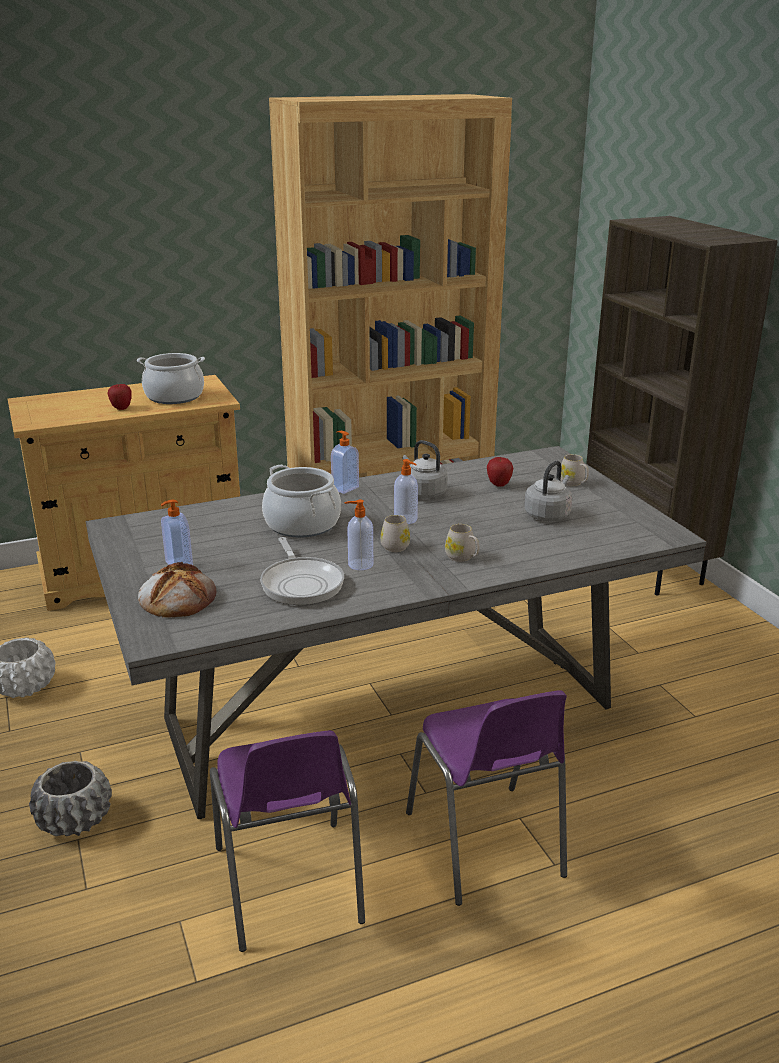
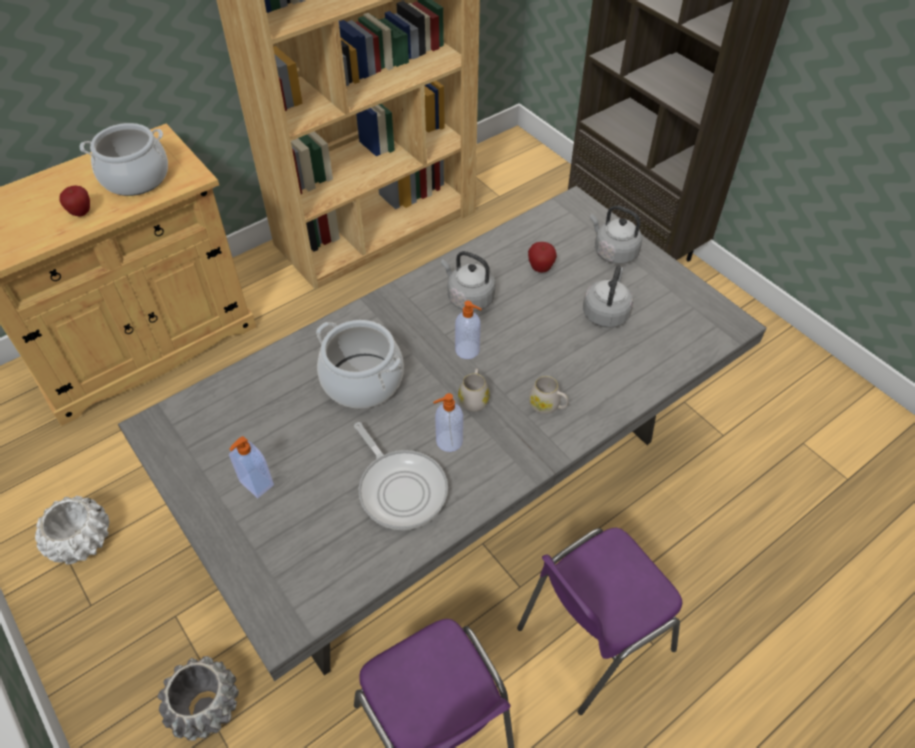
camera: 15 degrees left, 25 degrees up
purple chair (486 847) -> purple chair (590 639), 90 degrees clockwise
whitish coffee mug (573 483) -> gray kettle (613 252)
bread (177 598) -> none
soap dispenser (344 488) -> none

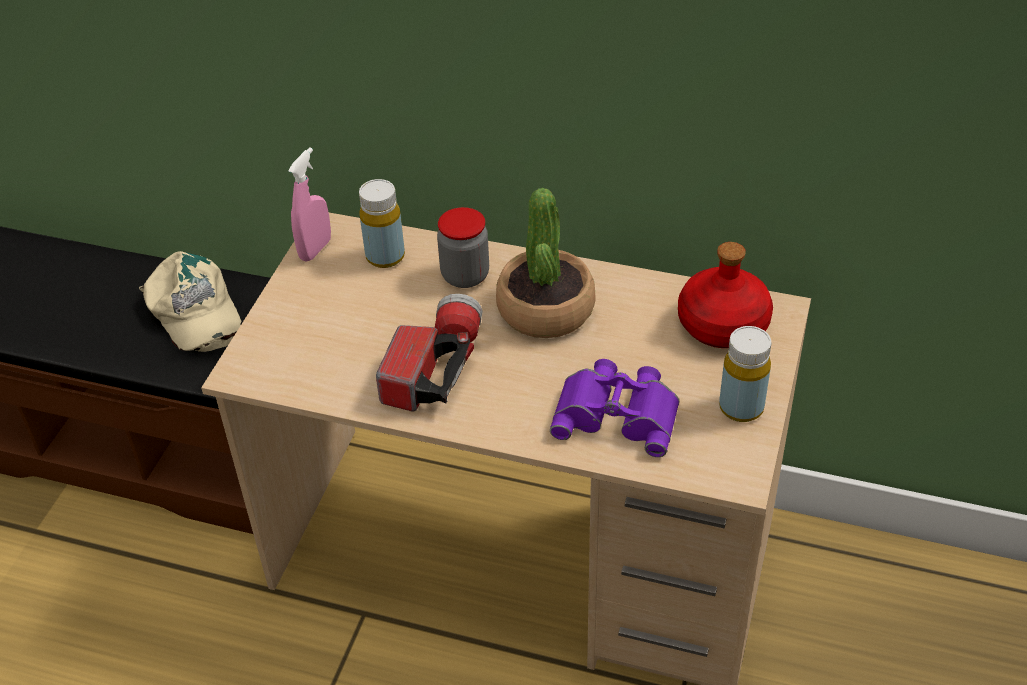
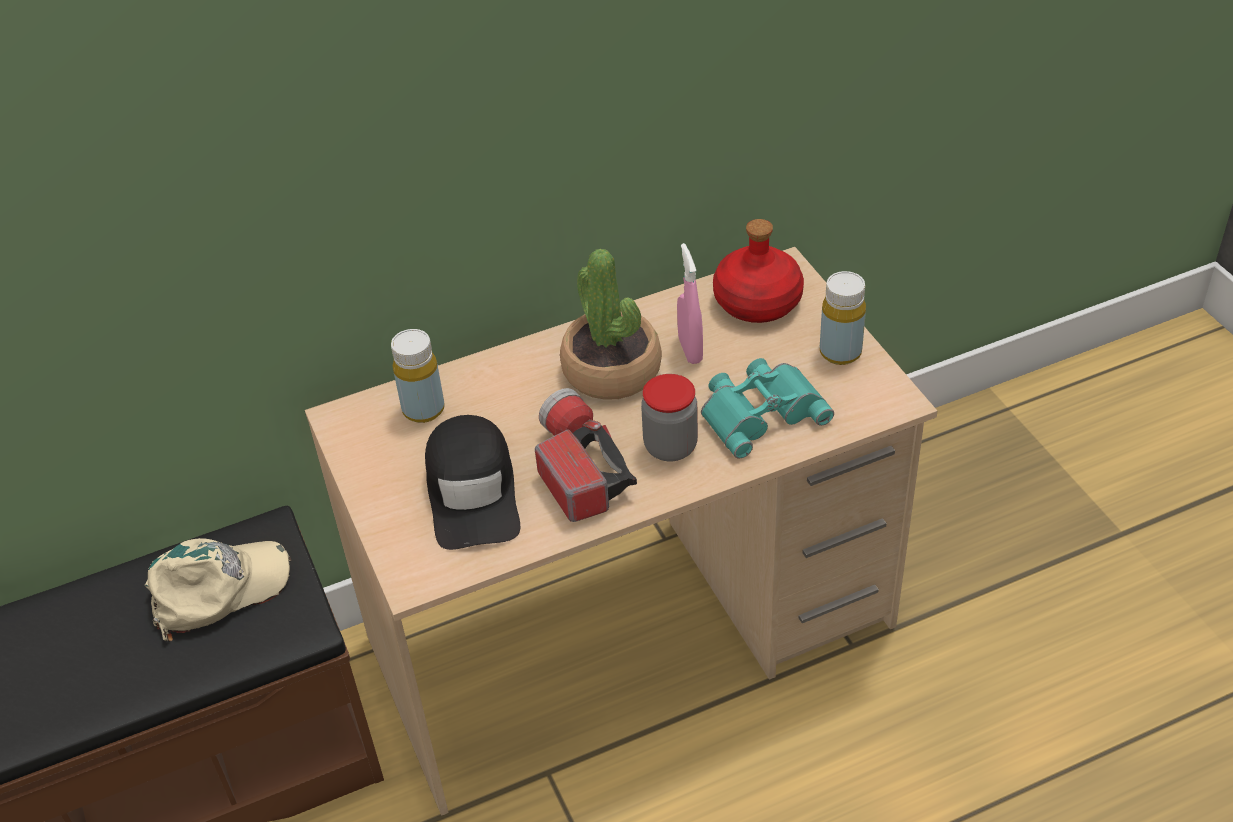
camera: 40 degrees left, 0 degrees up
beige cap (193 311) -> beige cap (218 588), 45 degrees counterclockwise
none -> black cap (473 492)
jar (465 275) -> jar (670 446), relocated
pink-coloured spray bottle (315 249) -> pink-coloured spray bottle (690 350), relocated
purple binoculars (618 413) -> blue-green binoculars (760 411)

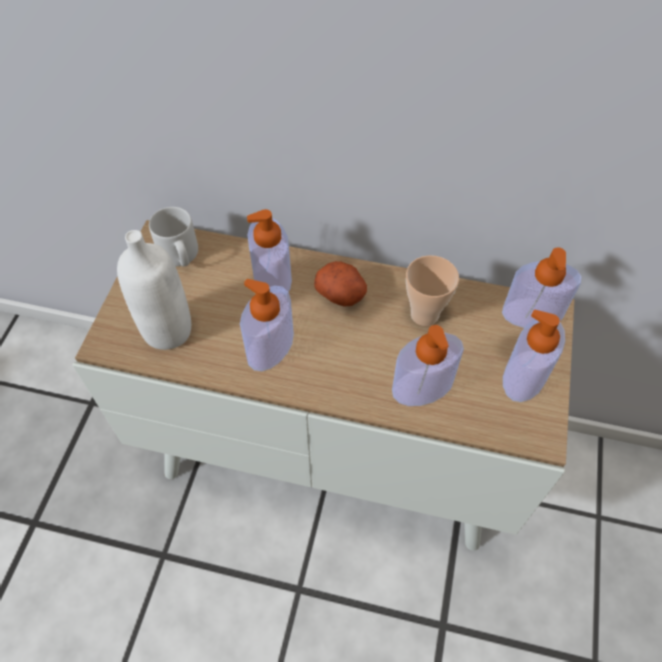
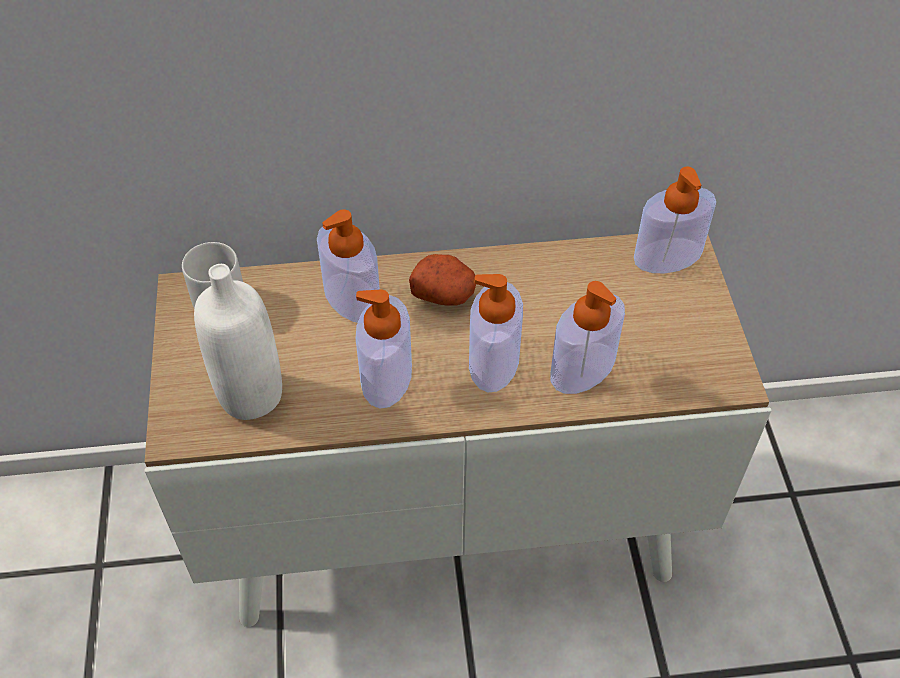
camera: 20 degrees left, 5 degrees down
soap dispenser (524 376) -> soap dispenser (494 361), relocated
cup (424 314) -> none

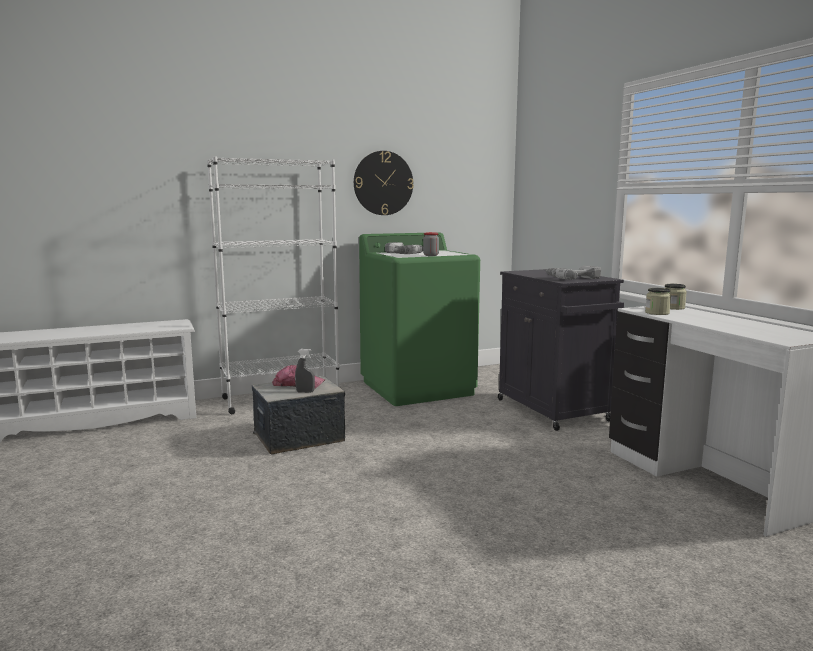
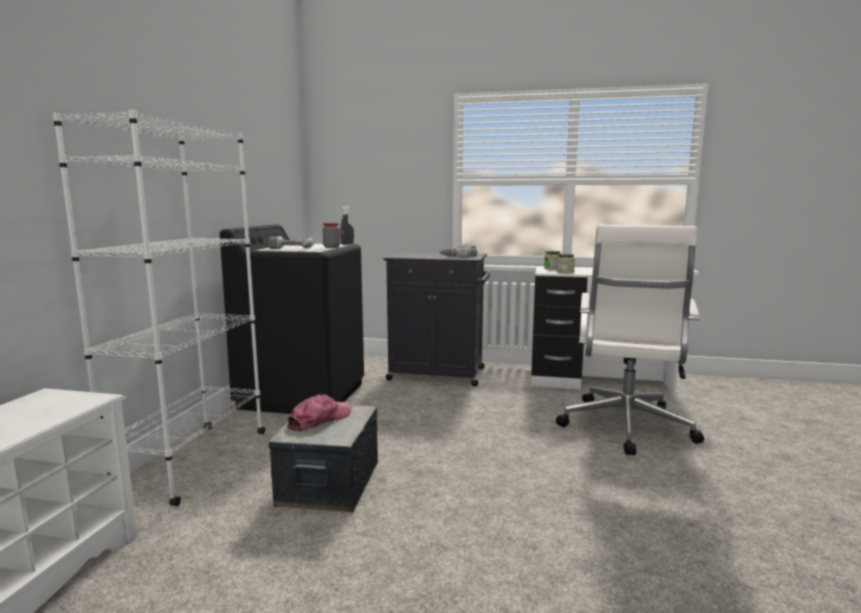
camera: 55 degrees left, 0 degrees up
green-coloured washing machine (418 388) -> black washing machine (302 395)
gray spray bottle (305 392) -> gray spray bottle (347 244), relocated
none -> whitish desk chair (625 427)
hanging clock (383 183) -> none

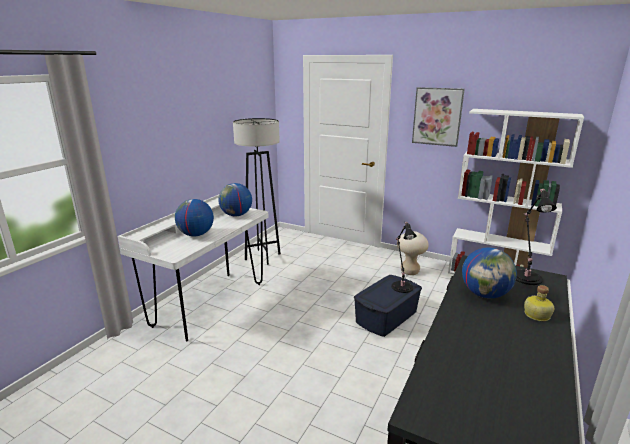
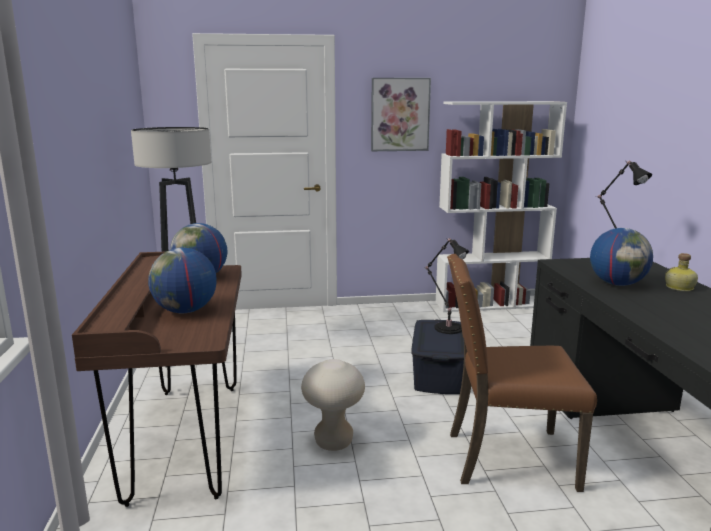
camera: 35 degrees left, 5 degrees down
whitish desk table (209 304) -> brown desk table (186 438)
beige sitting stool (409 271) -> beige sitting stool (333 442), relocated
none -> brown chair (507 458)

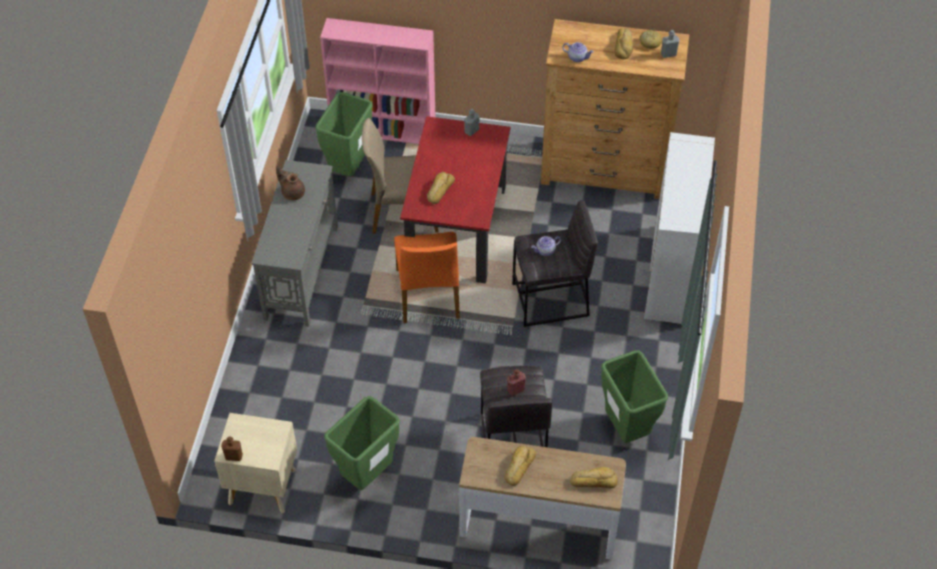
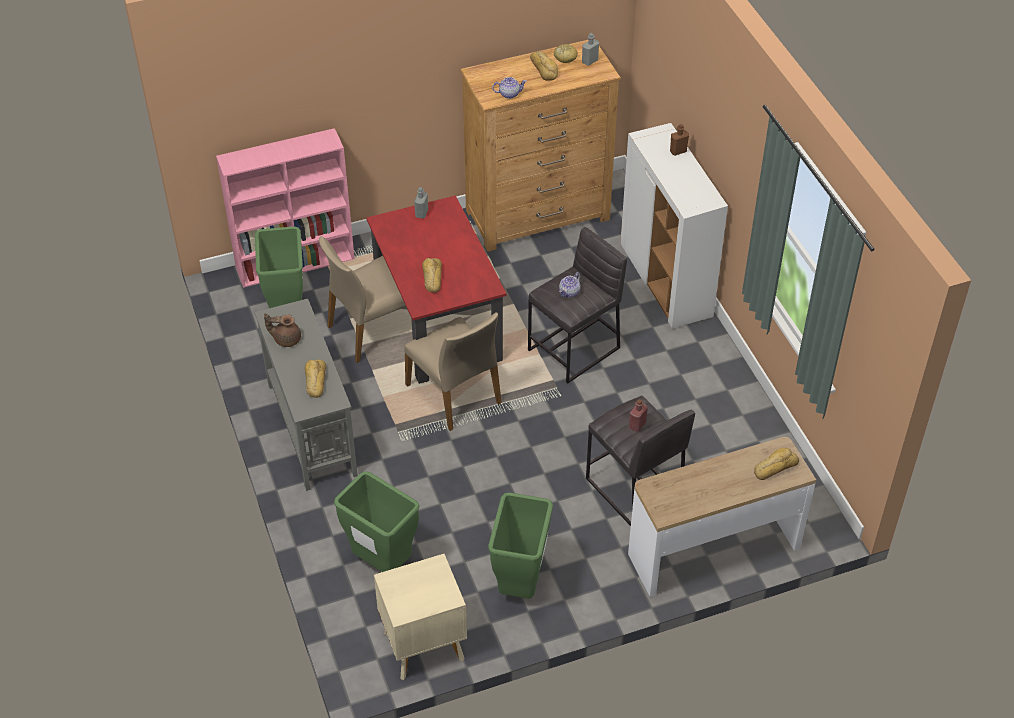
camera: 30 degrees left, 5 degrees down
bread (518 467) -> bread (315 381), relocated
green-coloured rubbish bin (626 428) -> green-coloured rubbish bin (381 563), relocated
orange chair (429 294) -> beige chair (455 394)
brown bottle (233 456) -> brown bottle (678 151), relocated

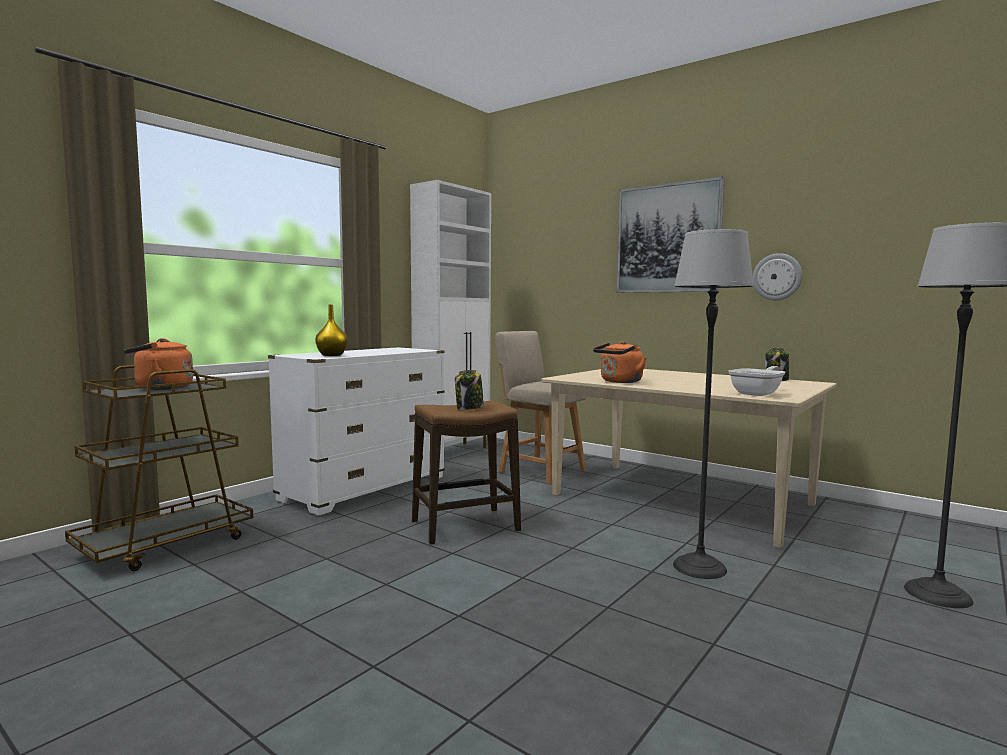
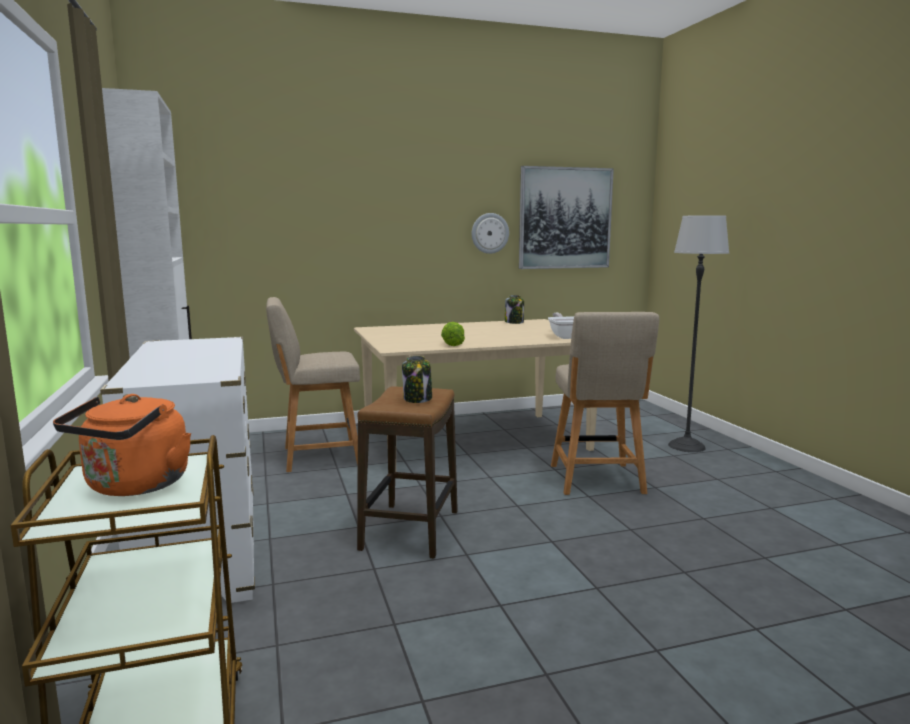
camera: 55 degrees left, 5 degrees up
orange kettle (619 382) -> lettuce head (452 343)
picture (668 238) -> picture (565 218), relocated
standing lamp (699 567) -> beige chair (597 481)
yellow-coloured vase (331 355) -> none

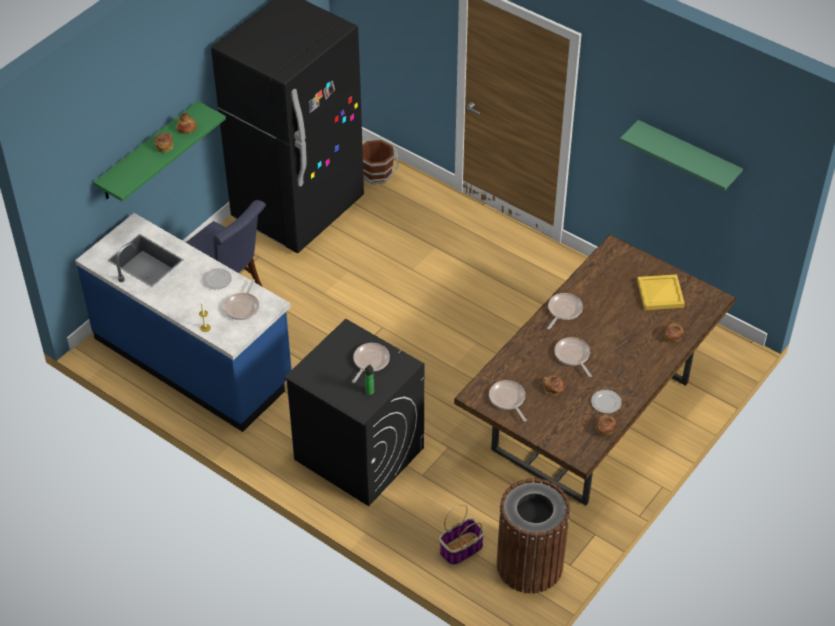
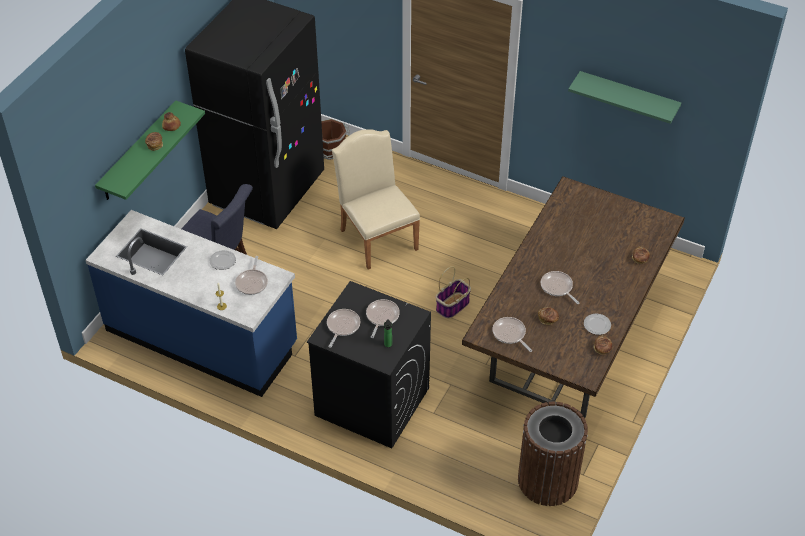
camera: 10 degrees left, 0 degrees up
frying pan (563 311) -> frying pan (342 326), relocated
none -> beige chair (376 236)
household basket (461 549) -> household basket (452 306), relocated
yellow-coloured serving tray (659 293) -> none

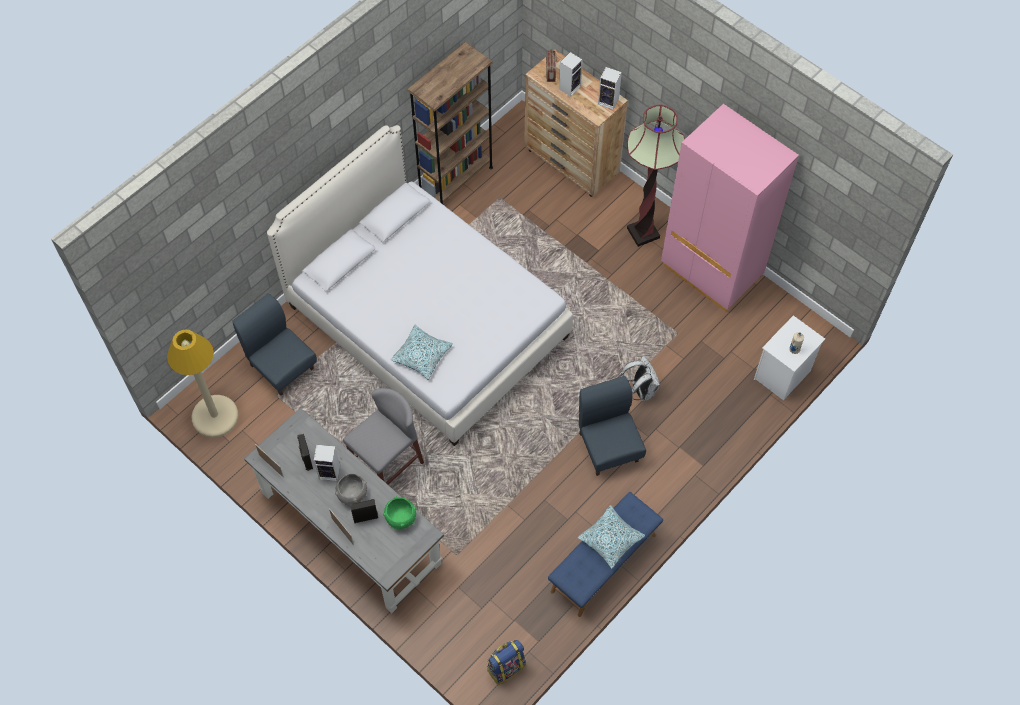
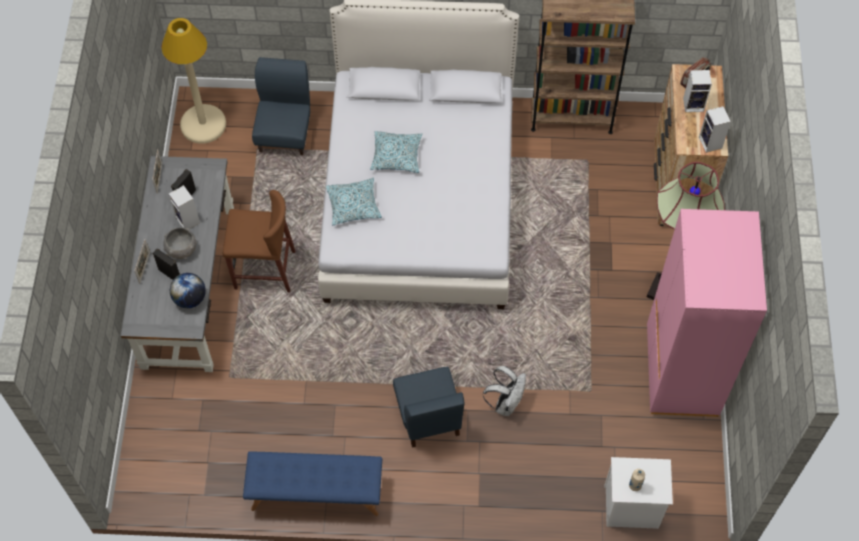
camera: 50 degrees right, 0 degrees up
green-coloured serving bowl (401 518) -> globe (190 298)
gray sitting stool (388 466) -> brown sitting stool (264 270)
pillow (610 539) -> pillow (396 155), relocated
blue chair (608 446) -> blue chair (428 417), 135 degrees clockwise
knapsack (506 667) -> none

